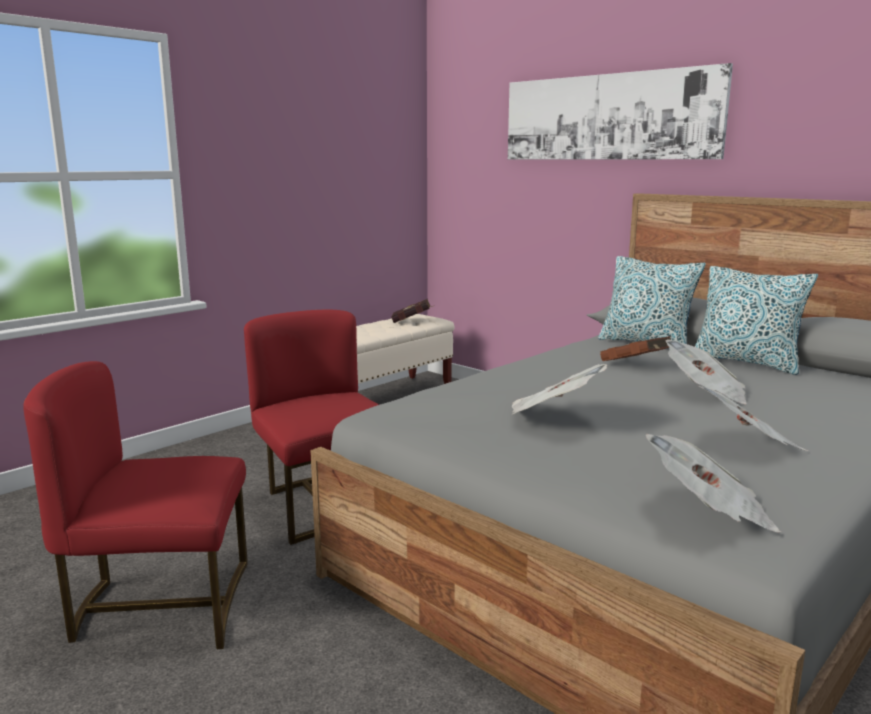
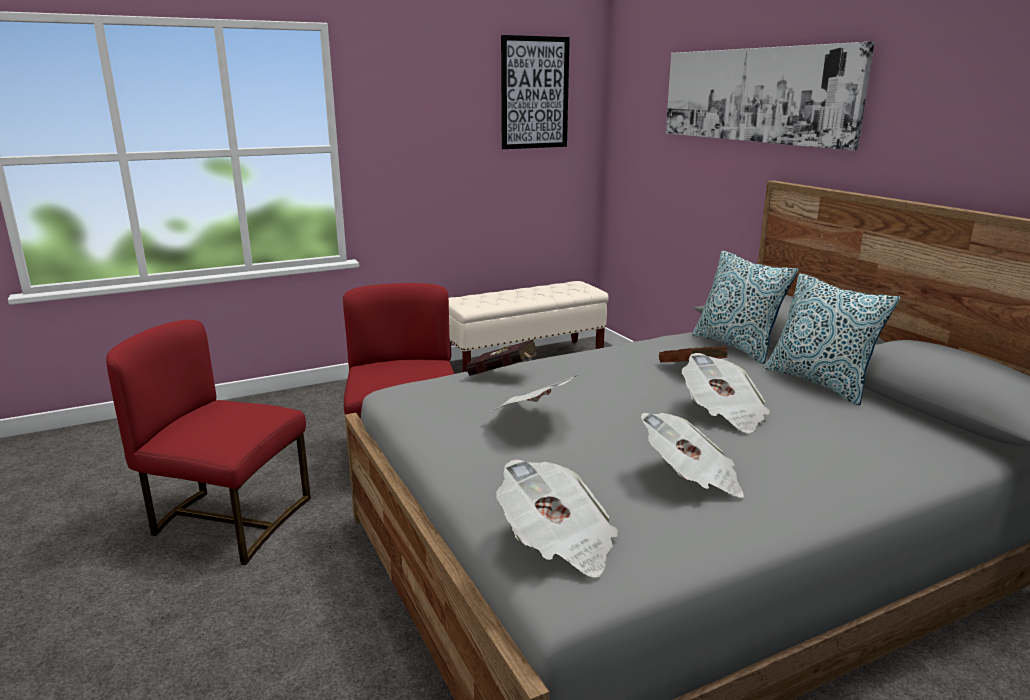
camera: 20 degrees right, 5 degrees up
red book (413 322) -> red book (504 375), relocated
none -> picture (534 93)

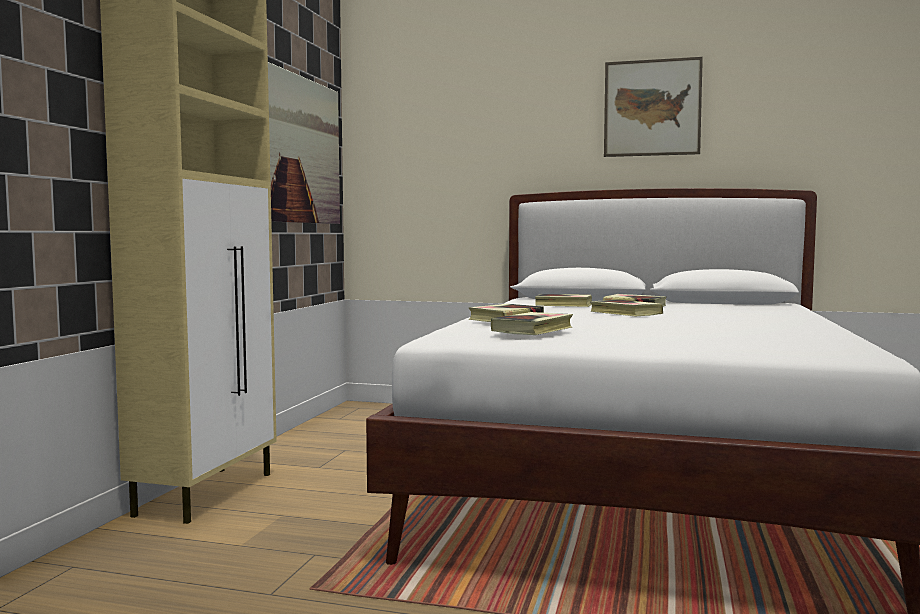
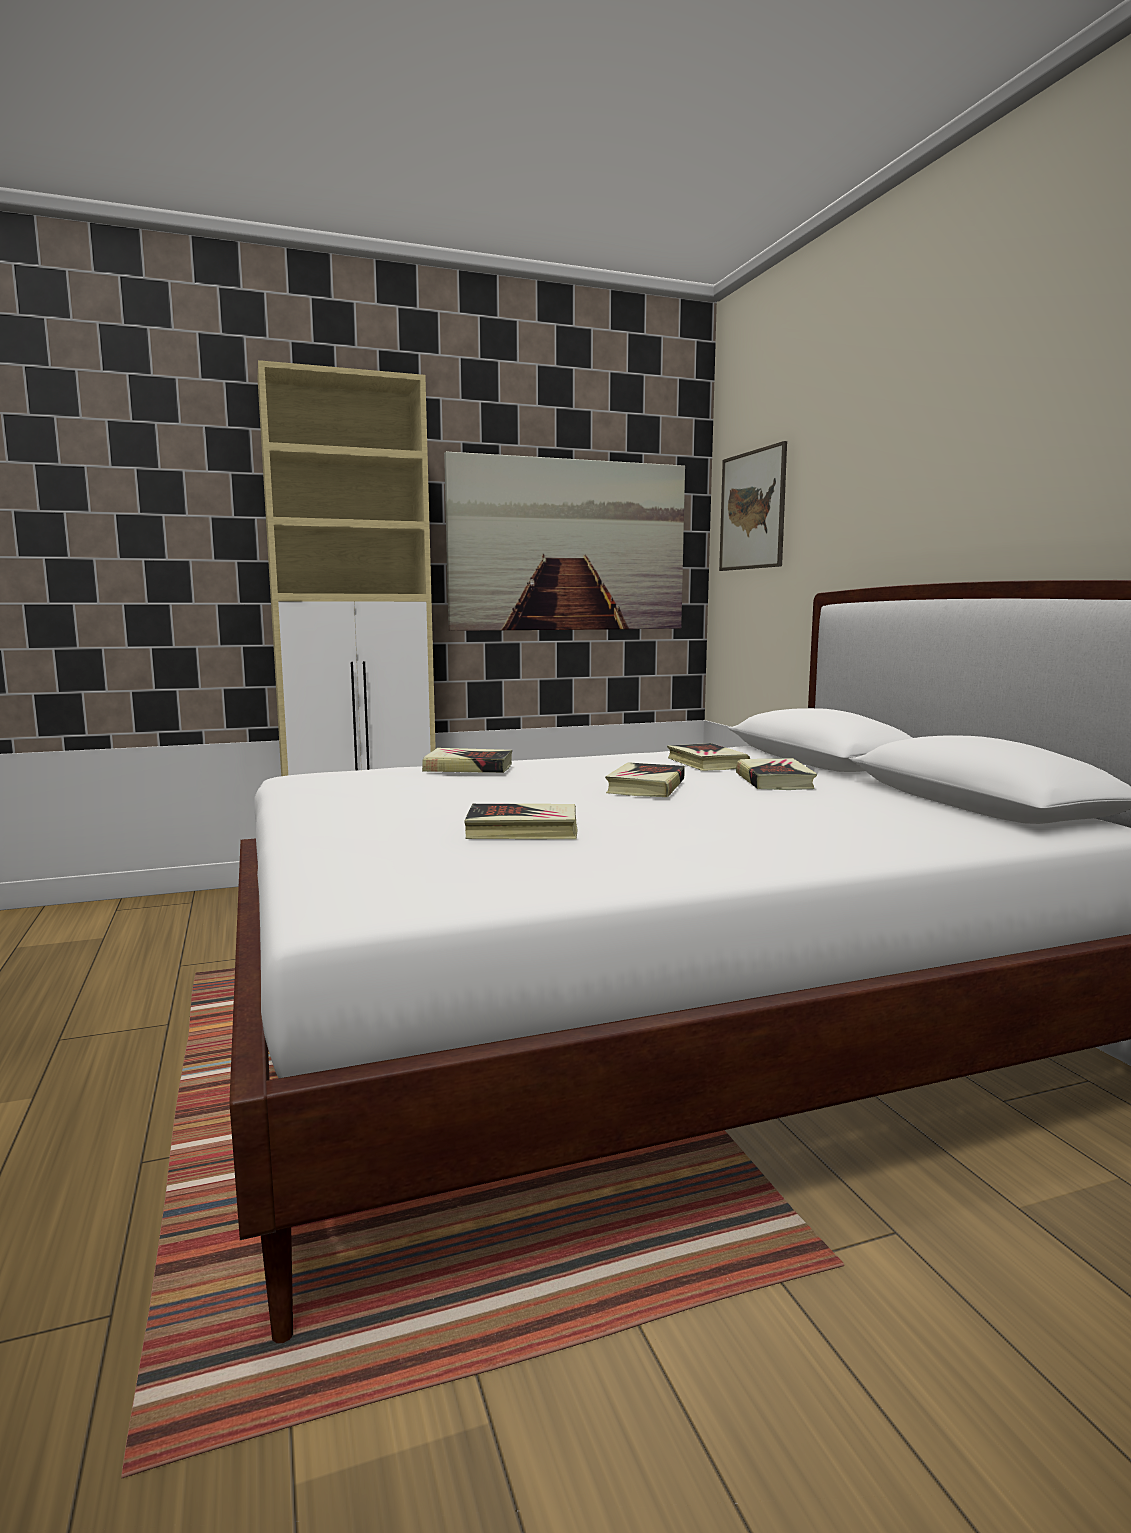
camera: 55 degrees right, 5 degrees up
book (532 330) -> book (522 830), relocated
picture (652 108) -> picture (752 510), relocated

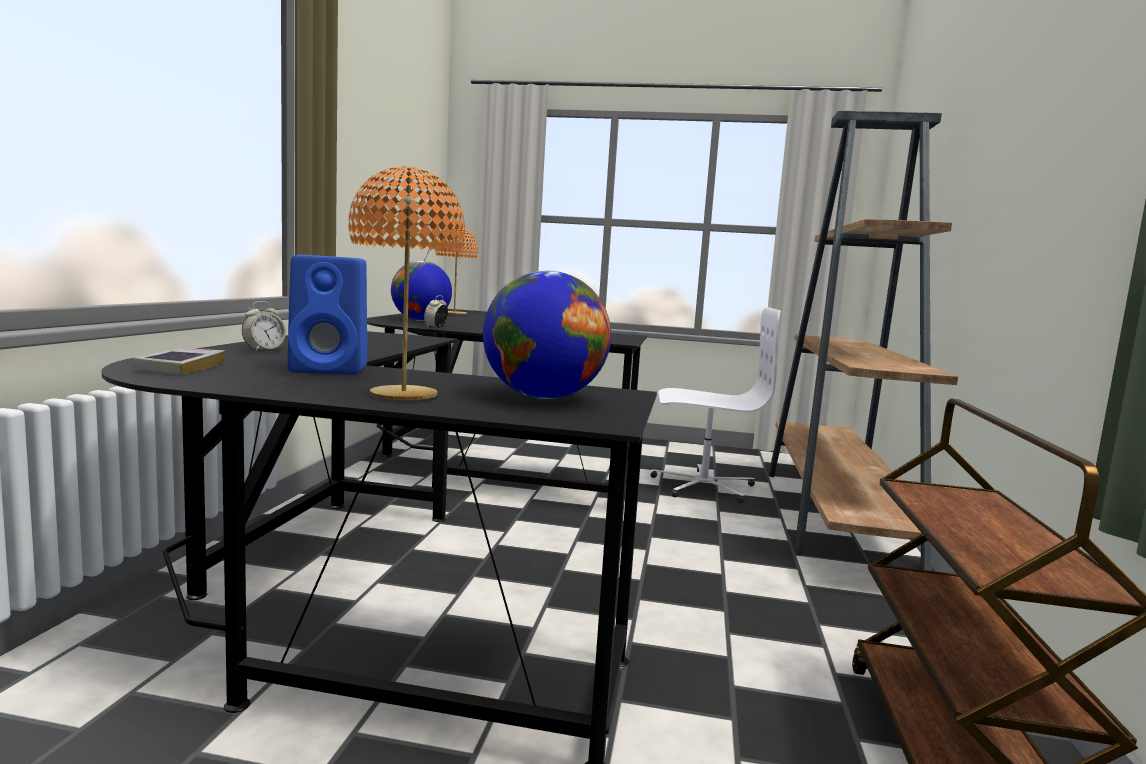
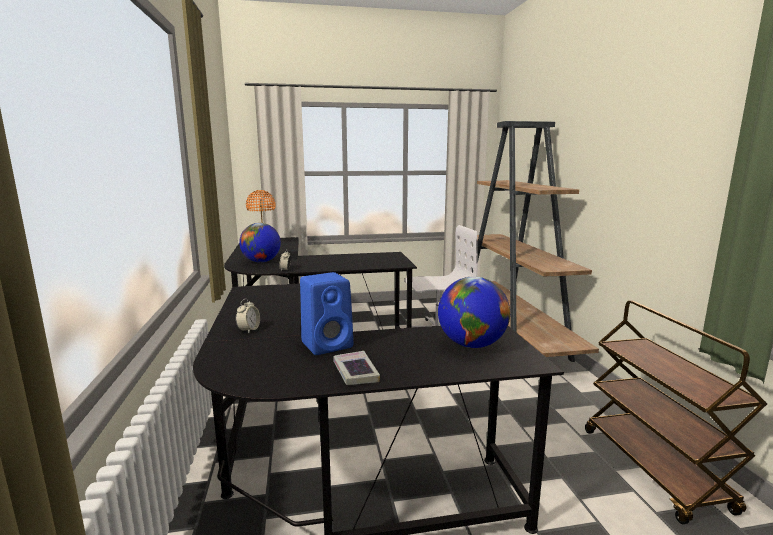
camera: 20 degrees left, 5 degrees up
book (180 368) -> book (355 372), relocated
orange table lamp (403 395) -> none

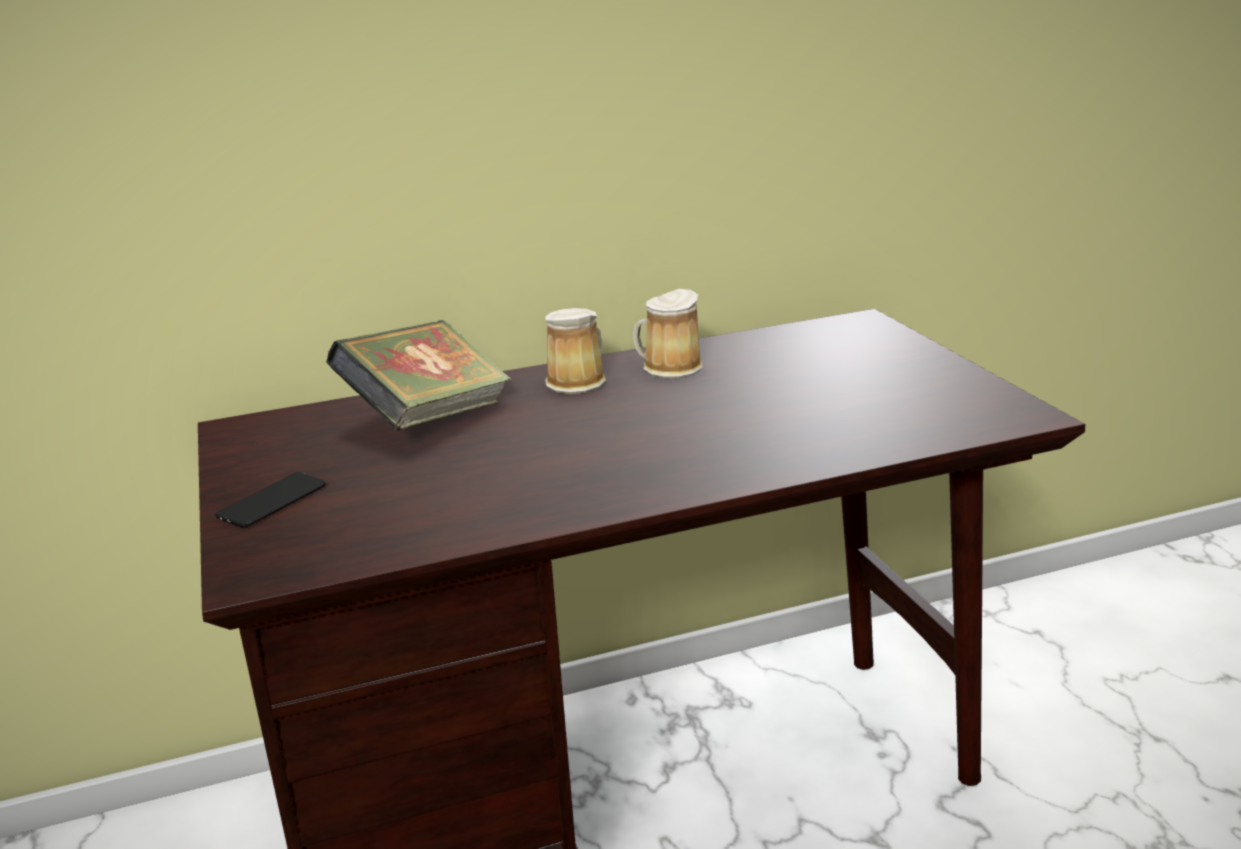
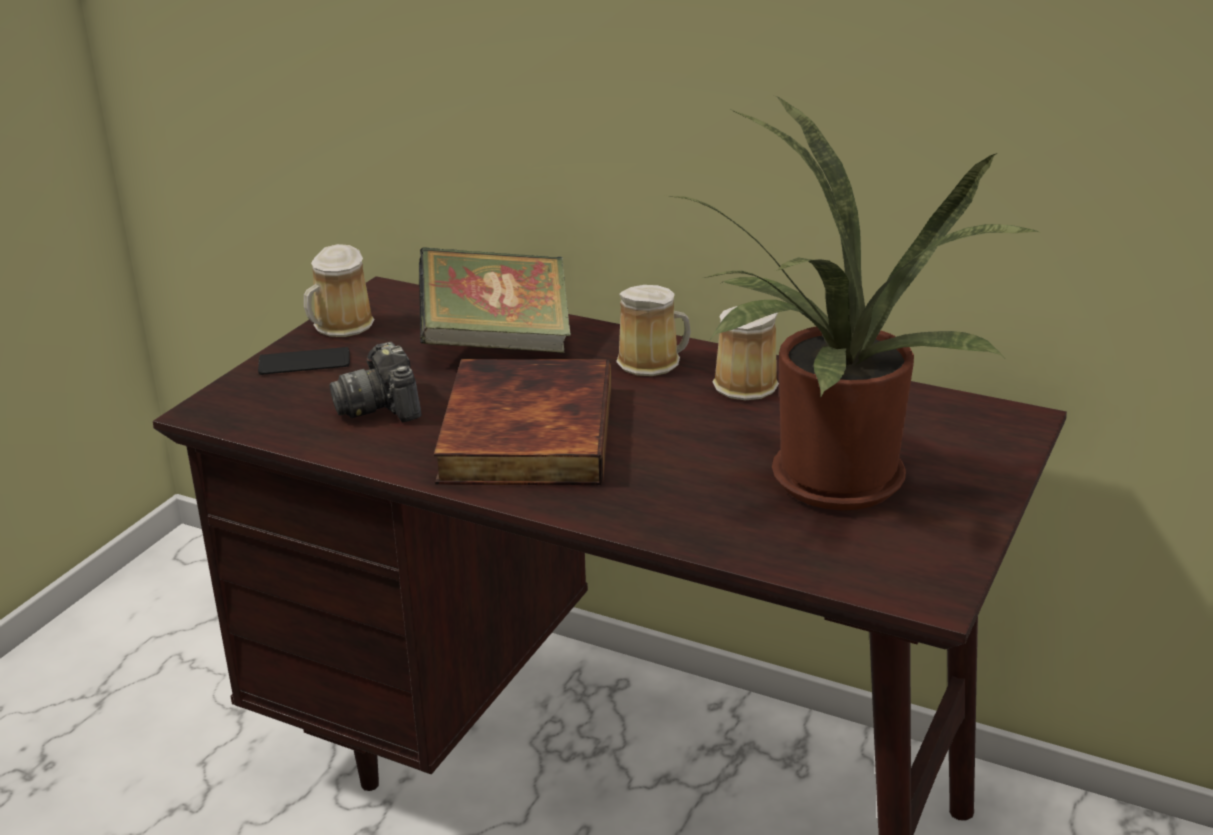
camera: 45 degrees right, 5 degrees up
none -> coffee mug (340 326)
none -> photo camera (382 406)
none -> book (523 432)
none -> houseplant (827 486)

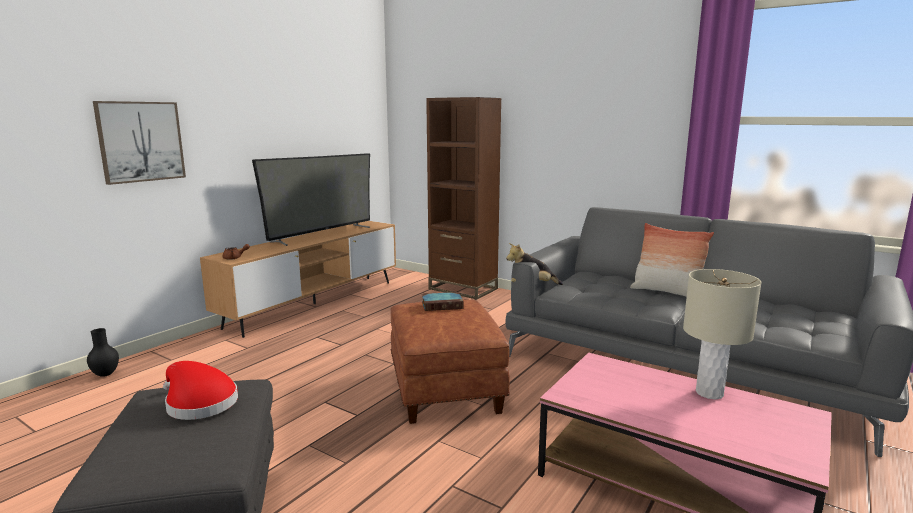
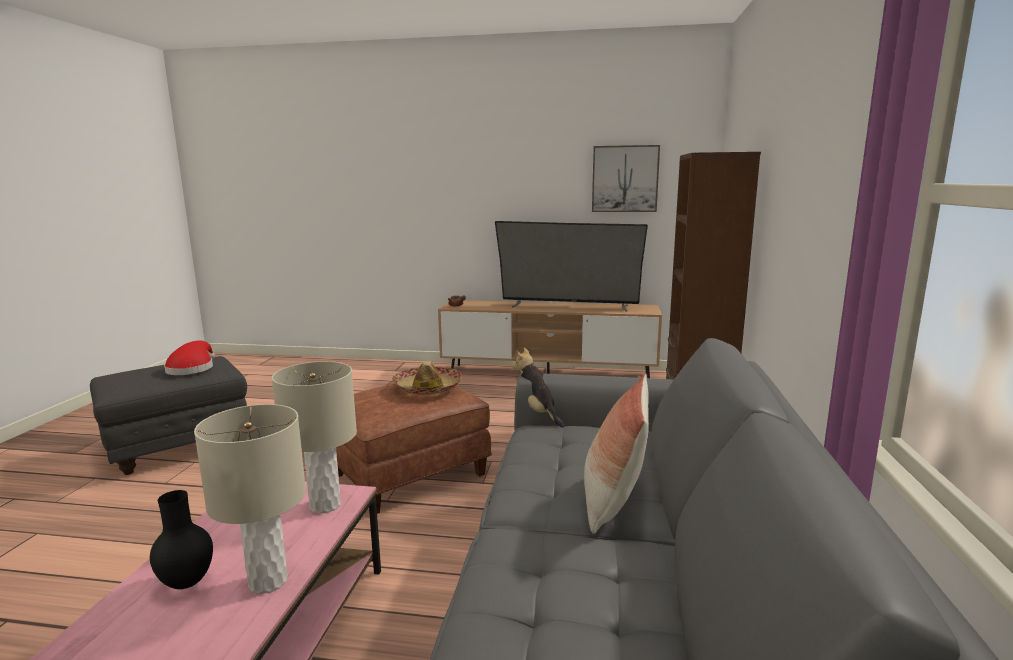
camera: 65 degrees right, 0 degrees up
black vase (106 374) -> black vase (188 582), relocated
none -> beige table lamp (325 505)
book (443 305) -> wearable hat (427 388)
picture (141 141) -> picture (625 179), relocated

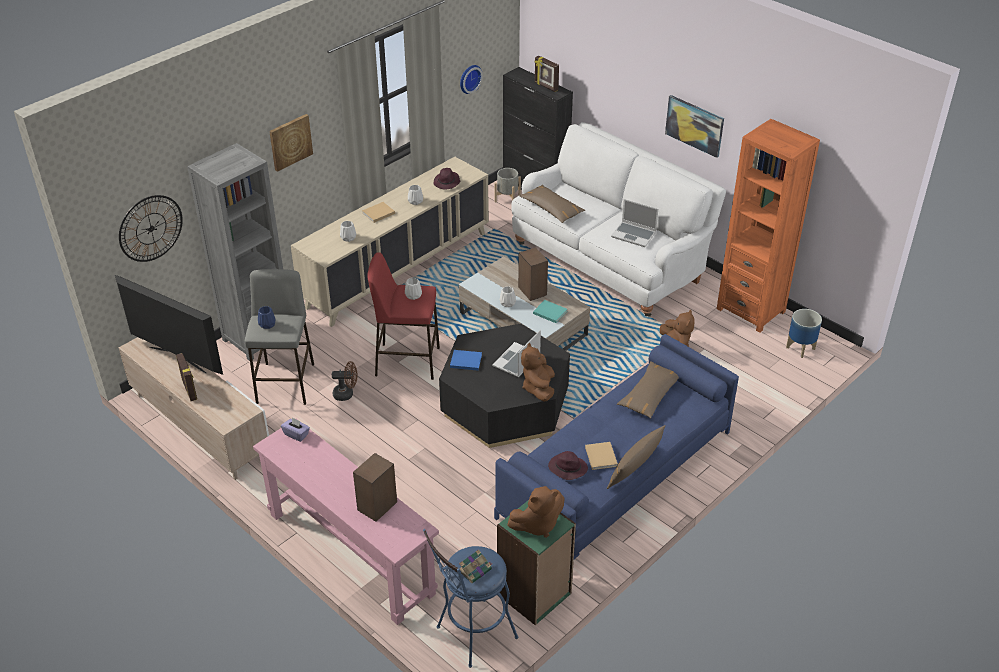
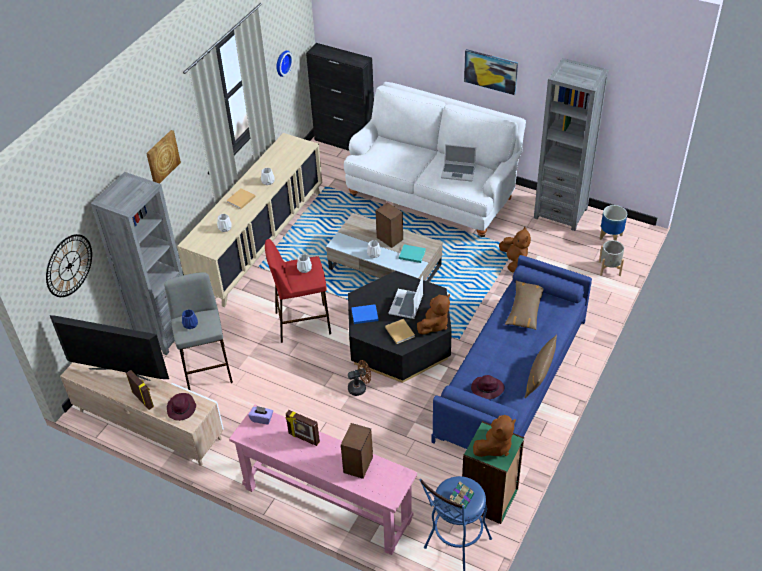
camera: 15 degrees left, 5 degrees up
purple wearable hat (447 182) -> purple wearable hat (181 408), relocated
picture frame (546 86) -> picture frame (303 438), relocated
brown electric fan (346 394) -> brown electric fan (360 388), relocated
beige book (600 456) -> beige book (399 331), relocated
brown plush toy (538 388) -> brown plush toy (434 324), 135 degrees counterclockwise
orange bookcase (751 310) -> gray bookcase (560 213)
gray planter (507 198) -> gray planter (609 268), relocated
brown pillow (552 209) -> none

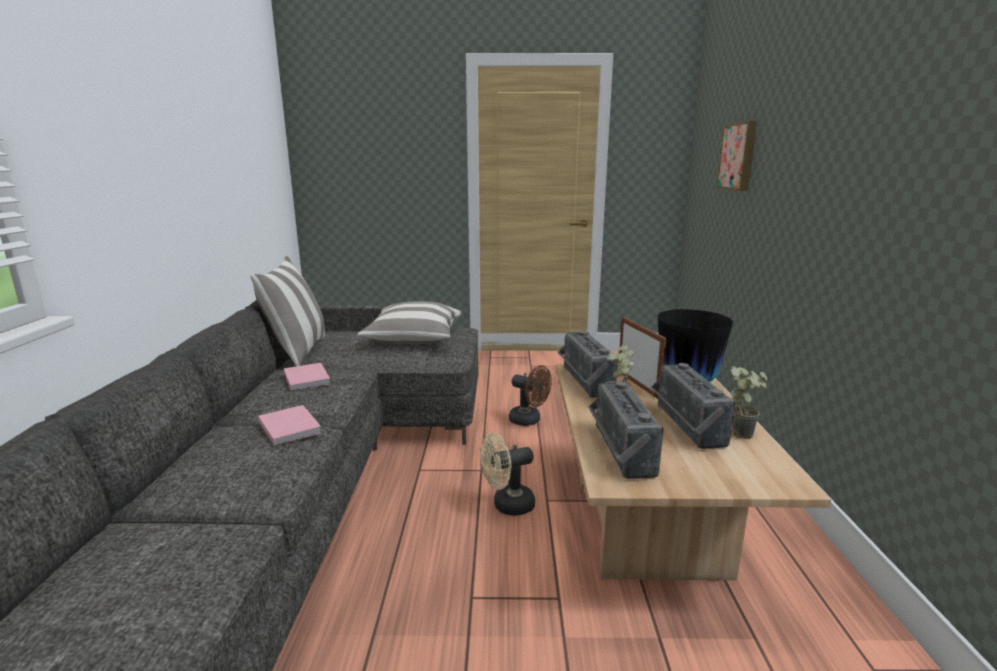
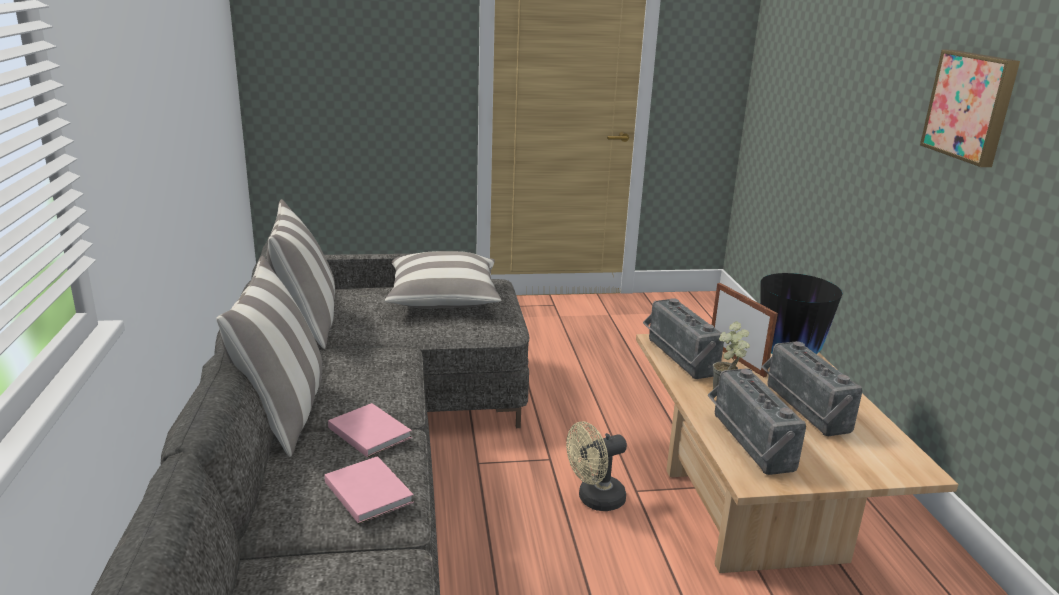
camera: 10 degrees left, 5 degrees up
none -> pillow (282 415)
pink-coloured book (307 378) -> pink-coloured book (368 490), relocated
picture (739 156) -> picture (971 106), relocated
brown electric fan (529 420) -> none
houseplant (743 432) -> none

